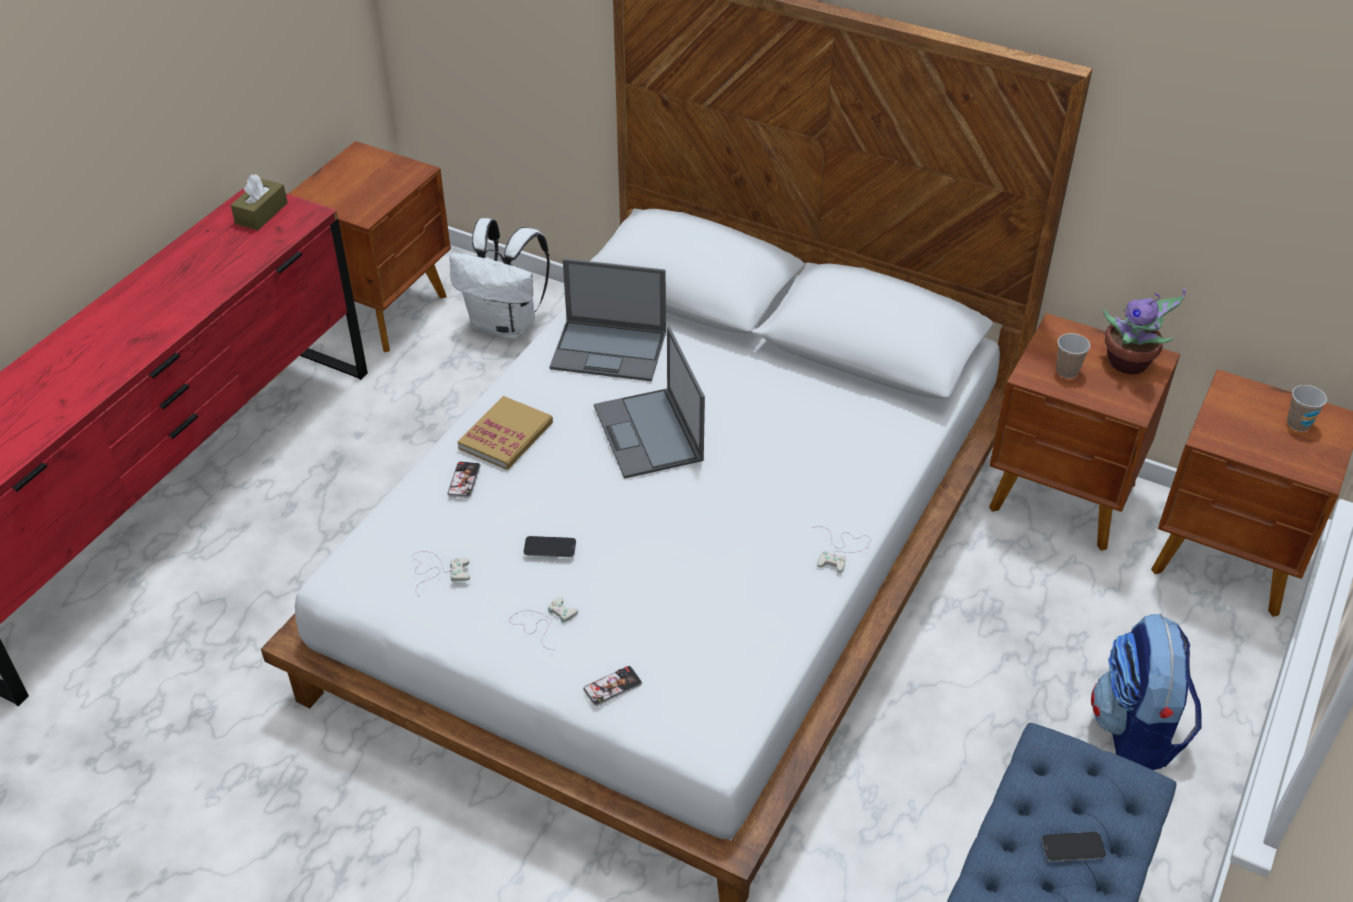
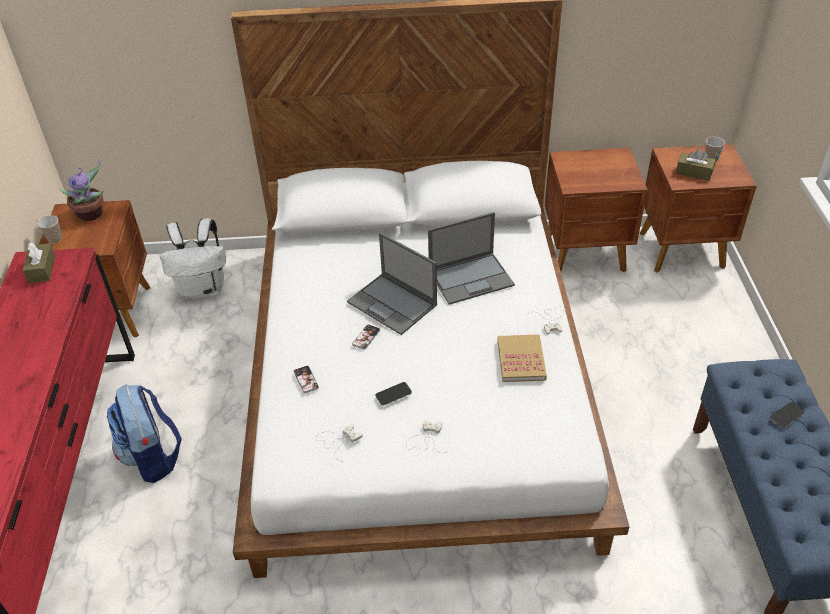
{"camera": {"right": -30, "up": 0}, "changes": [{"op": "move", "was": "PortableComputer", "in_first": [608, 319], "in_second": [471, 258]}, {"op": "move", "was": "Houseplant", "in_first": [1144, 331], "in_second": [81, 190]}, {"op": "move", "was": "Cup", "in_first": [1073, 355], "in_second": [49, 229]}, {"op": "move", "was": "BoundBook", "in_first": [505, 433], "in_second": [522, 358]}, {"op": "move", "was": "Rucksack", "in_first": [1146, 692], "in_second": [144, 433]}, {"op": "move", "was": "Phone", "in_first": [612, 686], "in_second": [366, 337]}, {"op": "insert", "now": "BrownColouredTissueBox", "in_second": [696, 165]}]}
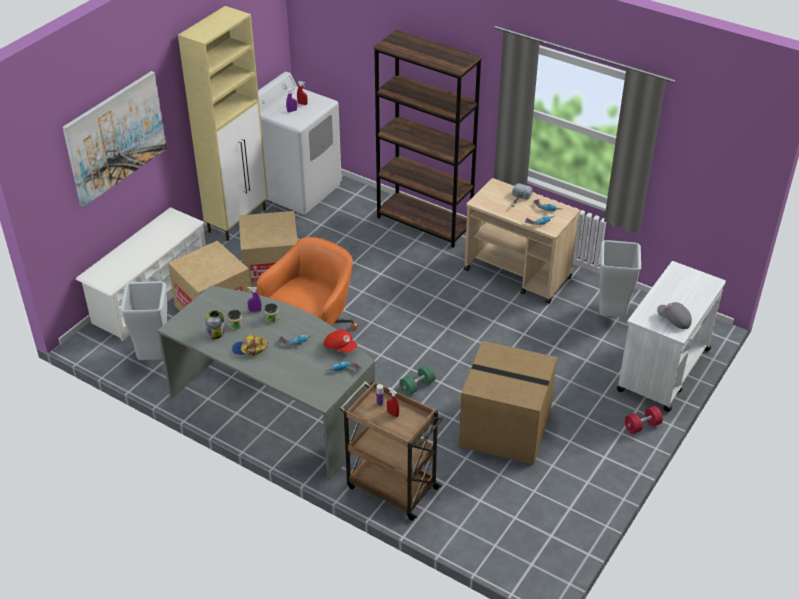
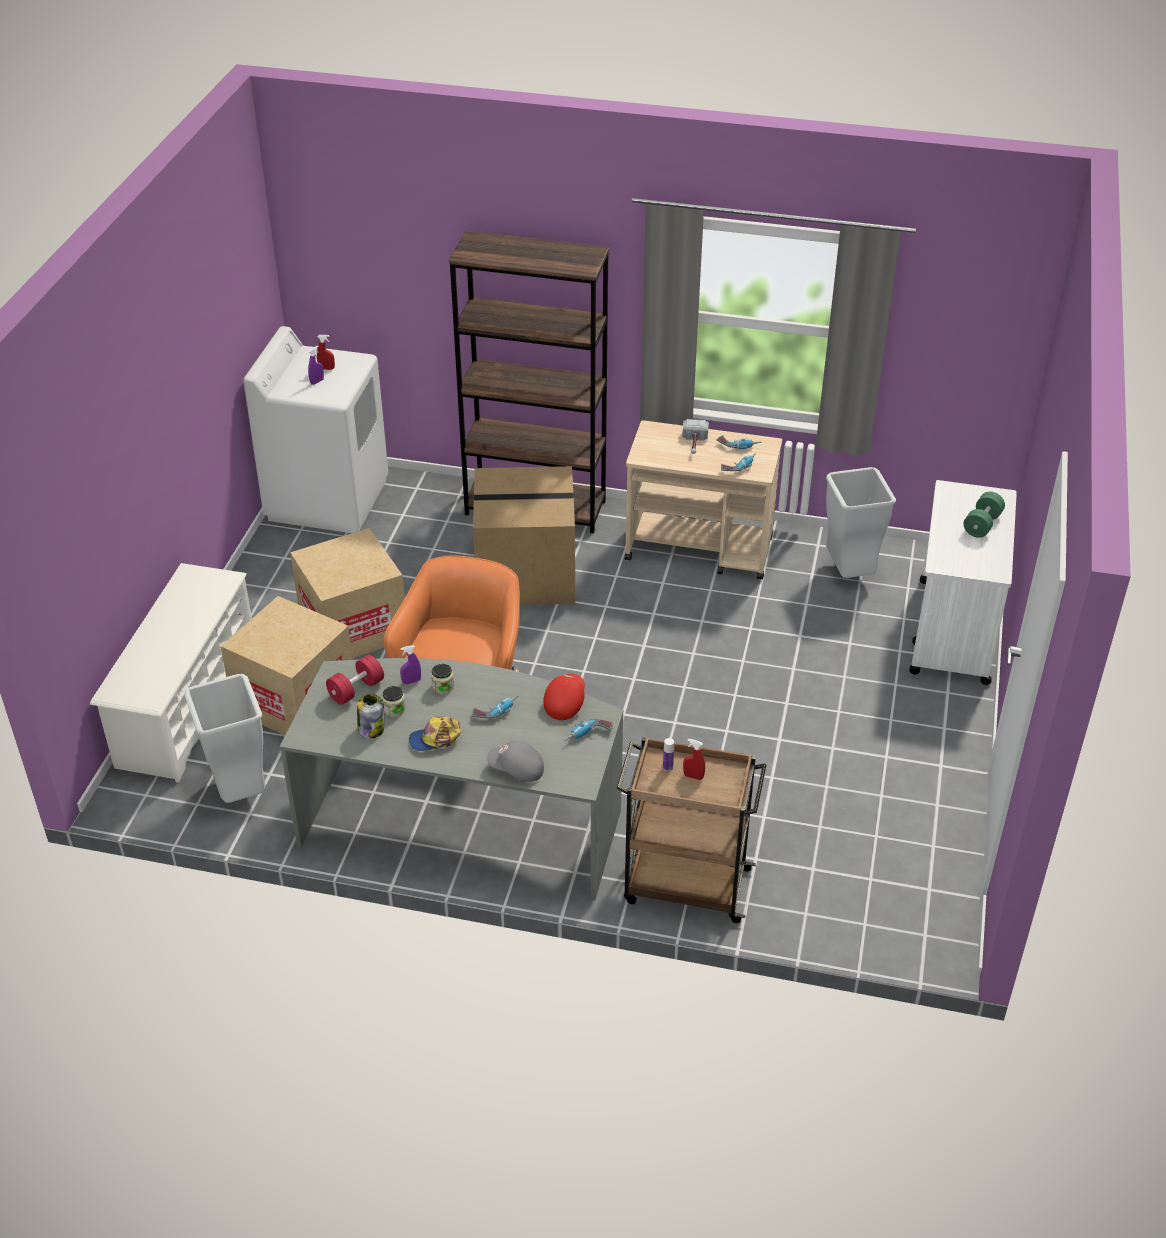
{"camera": {"right": -20, "up": 0}, "changes": [{"op": "delete", "was": "BeigeColouredStorageCabinet", "in_first": [223, 123]}, {"op": "delete", "was": "WallPicture", "in_first": [115, 139]}, {"op": "move", "was": "GrayPeakedCap", "in_first": [674, 315], "in_second": [515, 761]}, {"op": "rotate", "was": "RedColouredPeakedCap", "in_first": [340, 341], "in_second": [564, 697], "clockwise": -90}, {"op": "move", "was": "Carton", "in_first": [508, 403], "in_second": [524, 535]}, {"op": "move", "was": "GreenColouredHandWeight", "in_first": [417, 380], "in_second": [984, 515]}, {"op": "move", "was": "RedColouredHandWeight", "in_first": [643, 420], "in_second": [355, 680]}]}
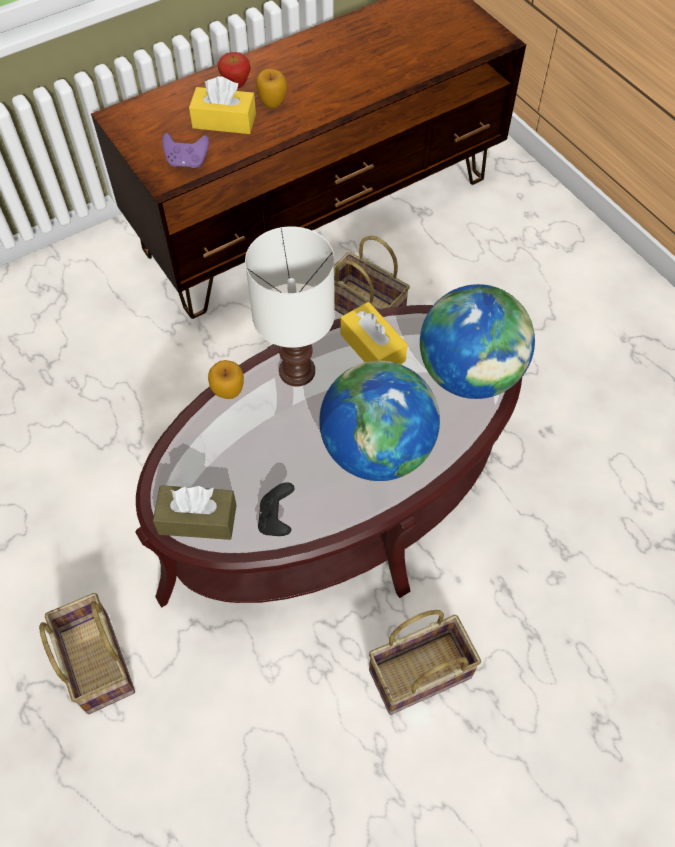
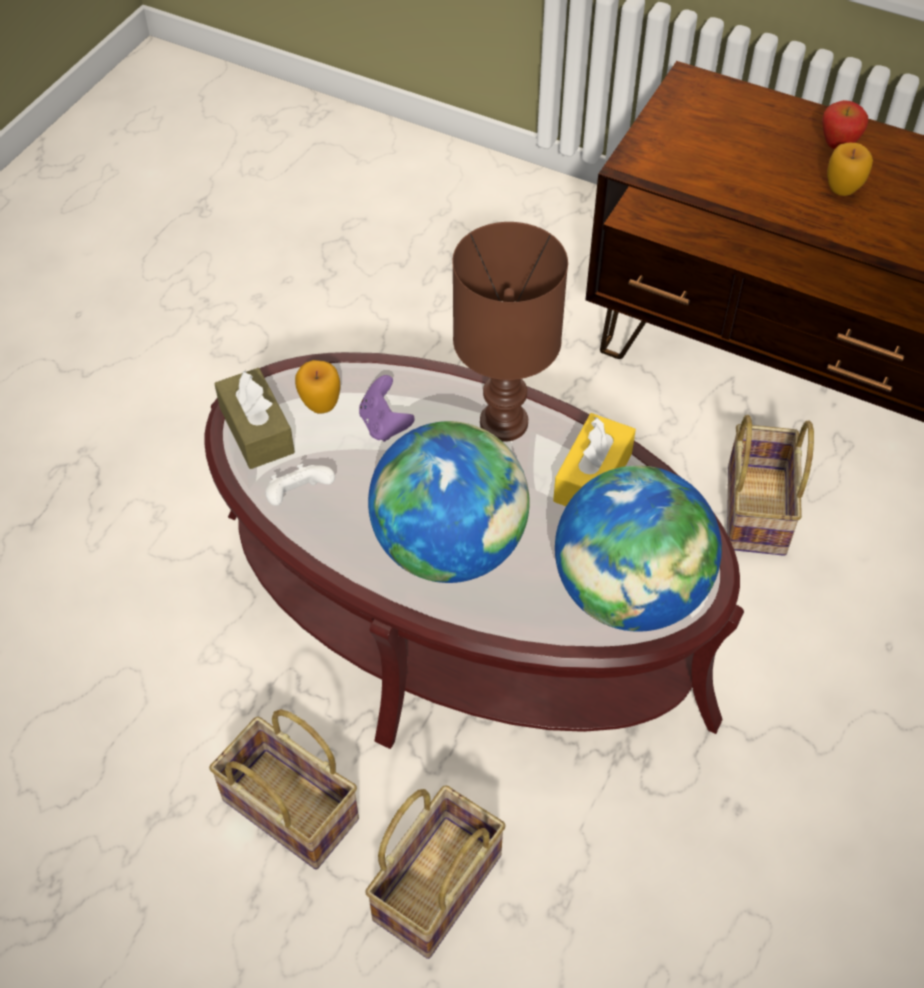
{"camera": {"right": 60, "up": -5}, "changes": [{"op": "delete", "was": "YellowishTissueBox", "in_first": [222, 105]}, {"op": "move", "was": "PurplishJoypad", "in_first": [185, 150], "in_second": [387, 408]}, {"op": "recolor", "was": "WhiteTabletopLamp", "now": "BrownColouredTabletopLamp", "in_first": [290, 306], "in_second": [510, 332]}, {"op": "move", "was": "WholeApple", "in_first": [226, 379], "in_second": [317, 387]}, {"op": "recolor", "was": "BlackJoypad", "now": "WhiteJoypad", "in_first": [276, 509], "in_second": [300, 485]}, {"op": "move", "was": "StorageBasket", "in_first": [87, 653], "in_second": [435, 872]}]}
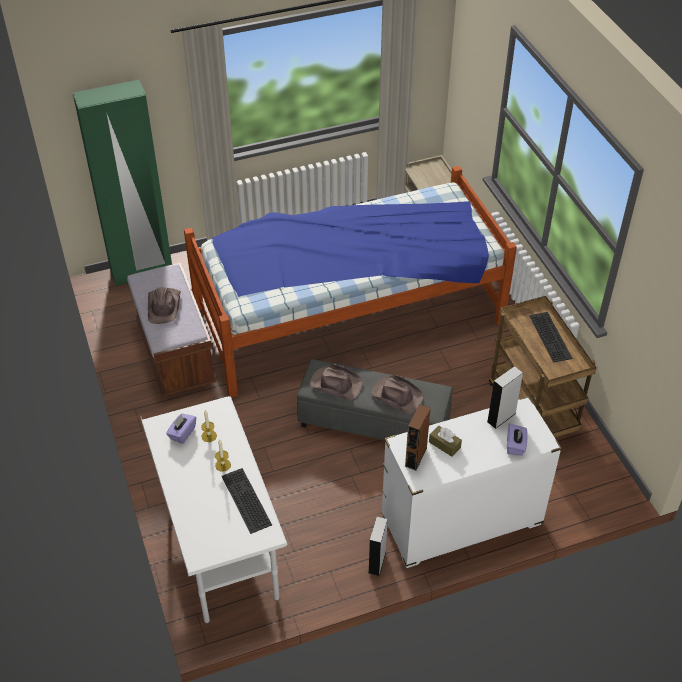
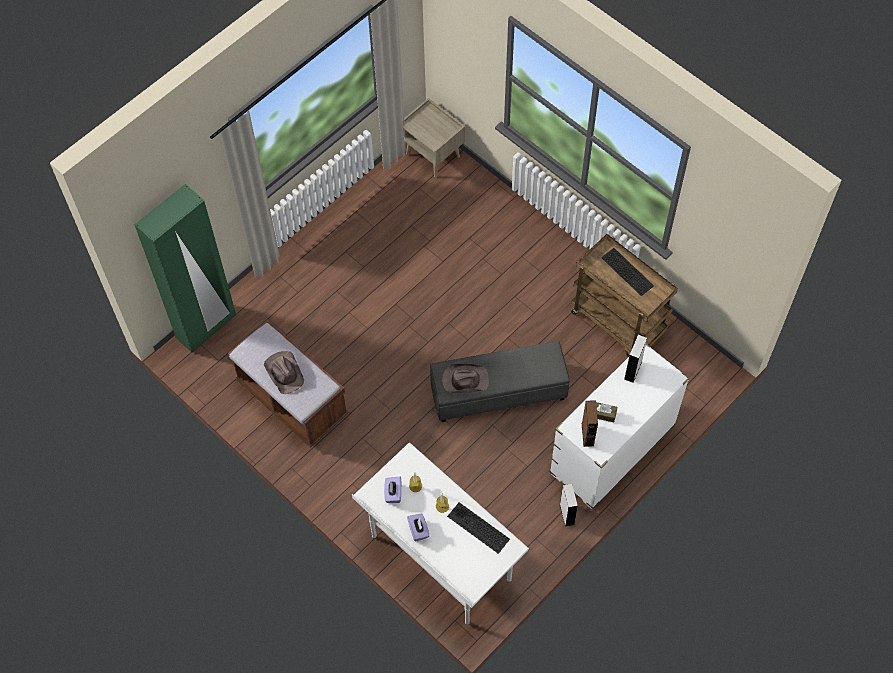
{"camera": {"right": -25, "up": 15}, "changes": [{"op": "delete", "was": "Bed", "in_first": [350, 282]}, {"op": "delete", "was": "BrownColouredHat", "in_first": [397, 394]}, {"op": "move", "was": "PurplishTissueBox", "in_first": [517, 439], "in_second": [418, 527]}]}
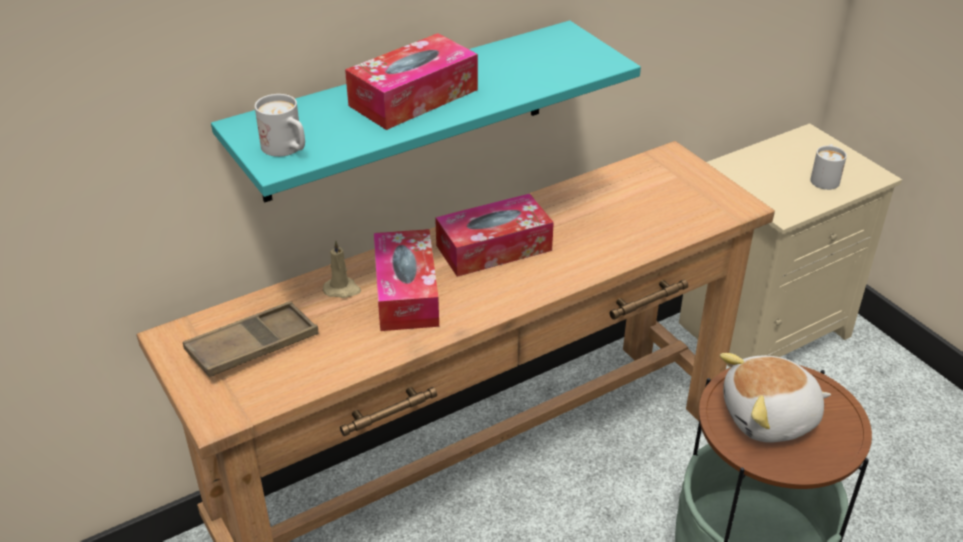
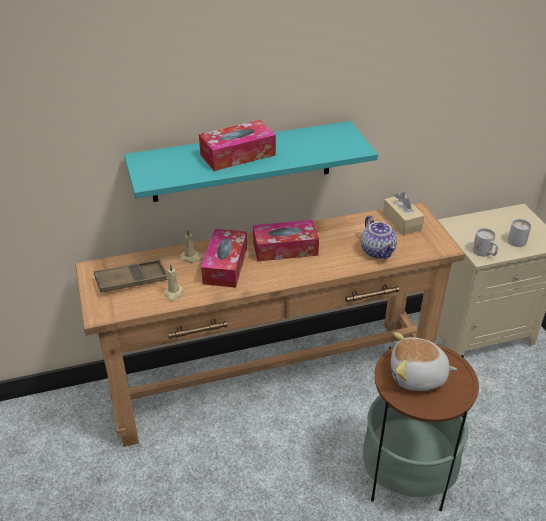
{"camera": {"right": 15, "up": 0}, "changes": [{"op": "move", "was": "WhiteTeaMug", "in_first": [280, 125], "in_second": [485, 242]}, {"op": "insert", "now": "BeigeColouredTissueBox", "in_second": [403, 213]}, {"op": "insert", "now": "PotForTea", "in_second": [379, 237]}, {"op": "insert", "now": "BeigeColouredCandle", "in_second": [174, 282]}]}
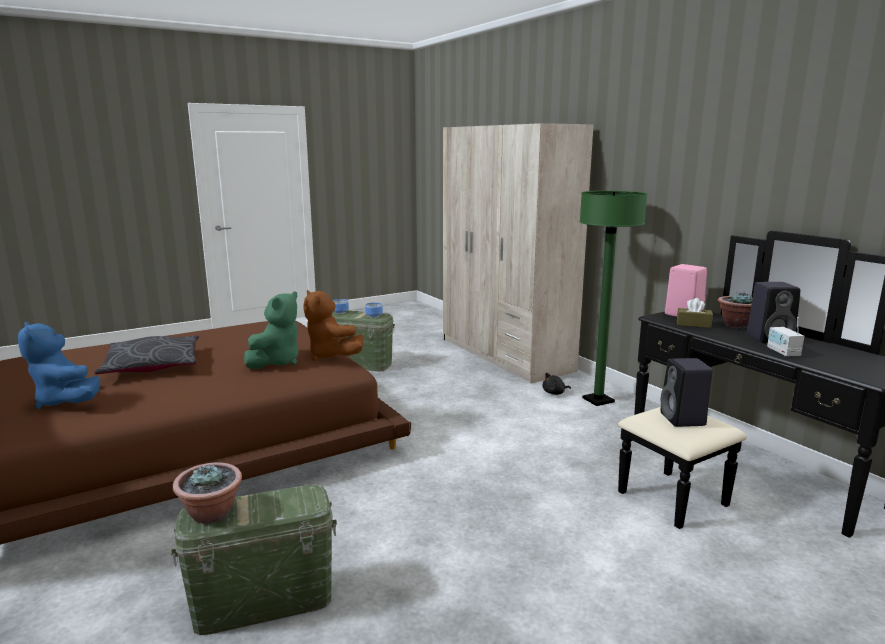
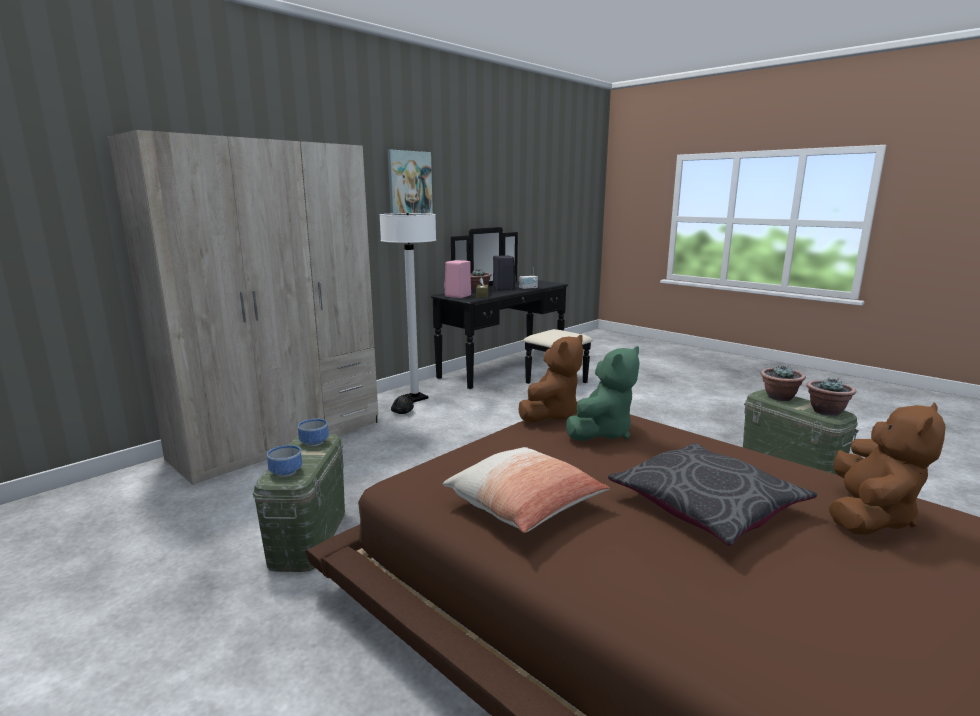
{"camera": {"right": -105, "up": 0}, "changes": [{"op": "recolor", "was": "GreenColouredStandardLamp", "now": "WhiteStandardLamp", "in_first": [613, 298], "in_second": [407, 308]}, {"op": "rotate", "was": "GreenColouredCuddlyToy", "in_first": [271, 330], "in_second": [602, 393], "clockwise": 120}, {"op": "recolor", "was": "BluishCuddlyToy", "now": "BrownColouredCuddlyToy", "in_first": [59, 365], "in_second": [887, 468]}, {"op": "delete", "was": "BlackAudioSpeaker", "in_first": [687, 392]}, {"op": "insert", "now": "WallPicture", "in_second": [410, 181]}, {"op": "insert", "now": "Houseplant", "in_second": [783, 383]}, {"op": "insert", "now": "Cushion", "in_second": [526, 490]}]}
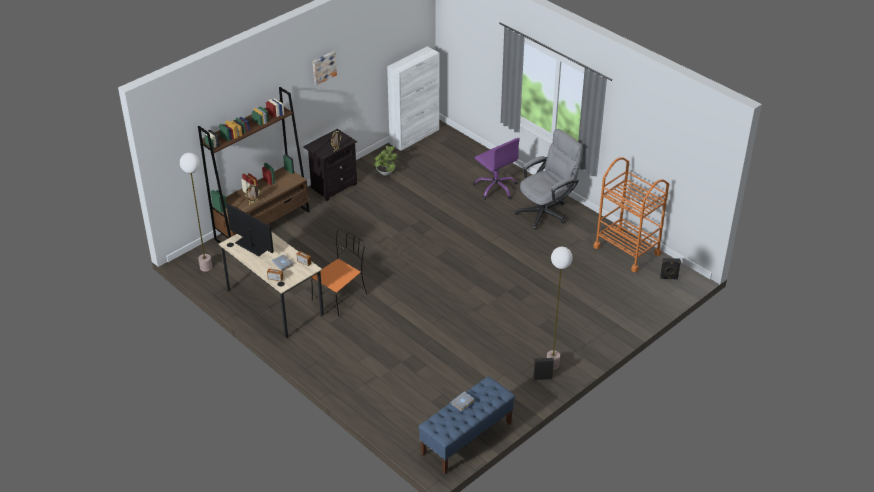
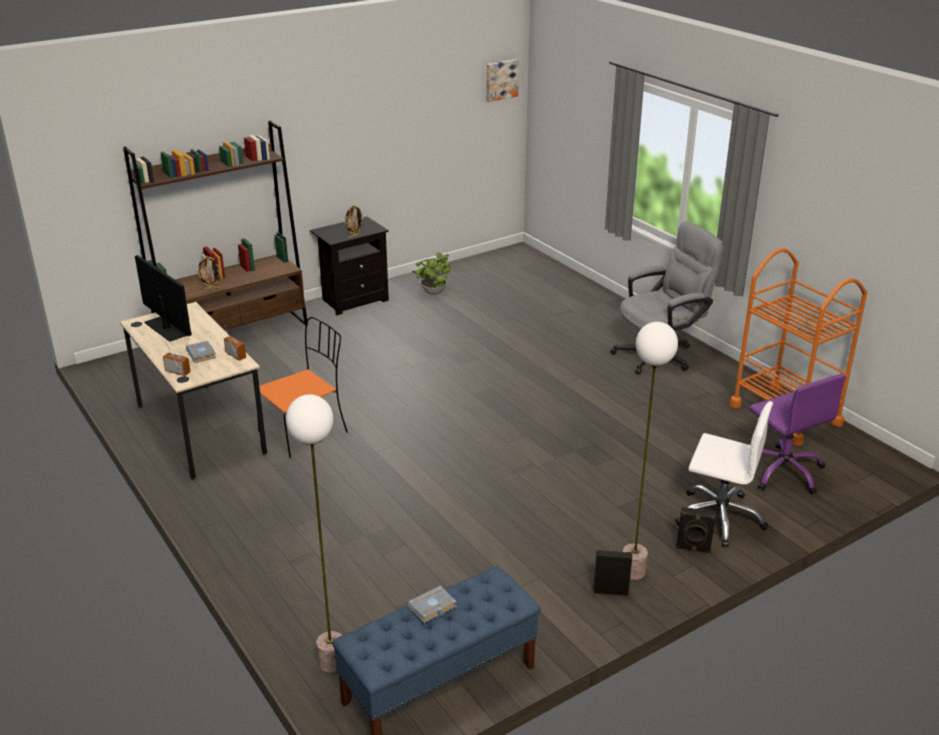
{"camera": {"right": 10, "up": -10}, "changes": [{"op": "delete", "was": "WhiteStorageCabinet", "in_first": [413, 98]}, {"op": "move", "was": "WallPicture", "in_first": [325, 68], "in_second": [502, 80]}, {"op": "move", "was": "PurplishOfficeChair", "in_first": [496, 169], "in_second": [797, 434]}, {"op": "move", "was": "StandardLamp", "in_first": [196, 212], "in_second": [314, 534]}, {"op": "move", "was": "BlackAudioSpeaker", "in_first": [670, 269], "in_second": [696, 530]}, {"op": "insert", "now": "WhiteOfficeChair", "in_second": [724, 474]}]}
